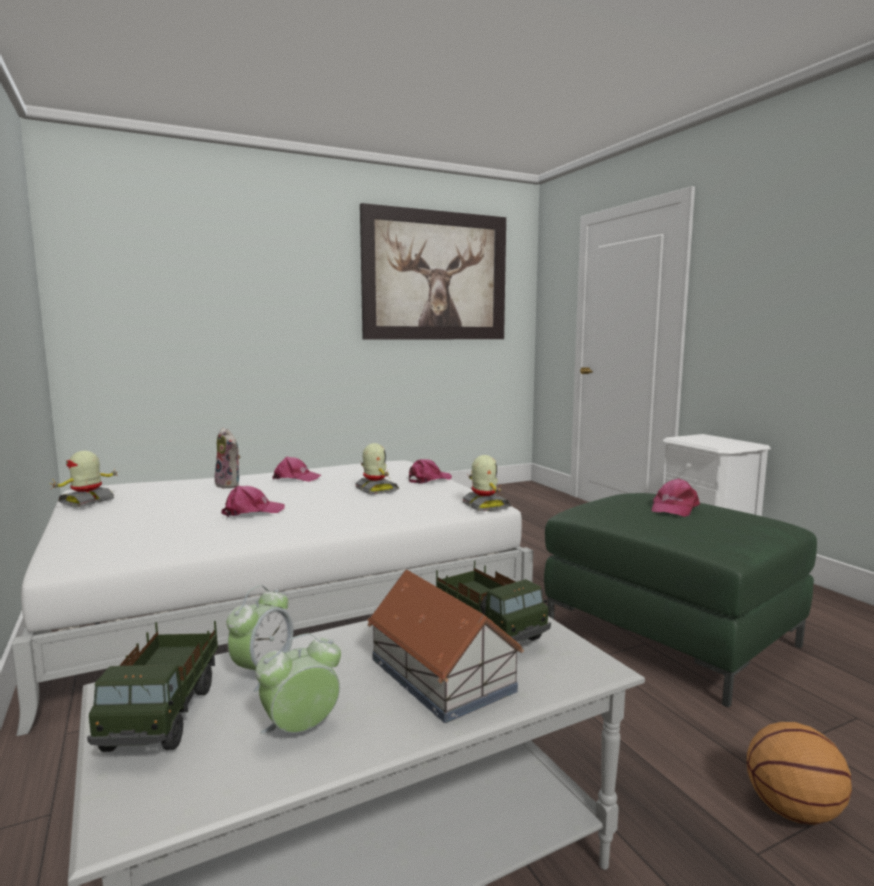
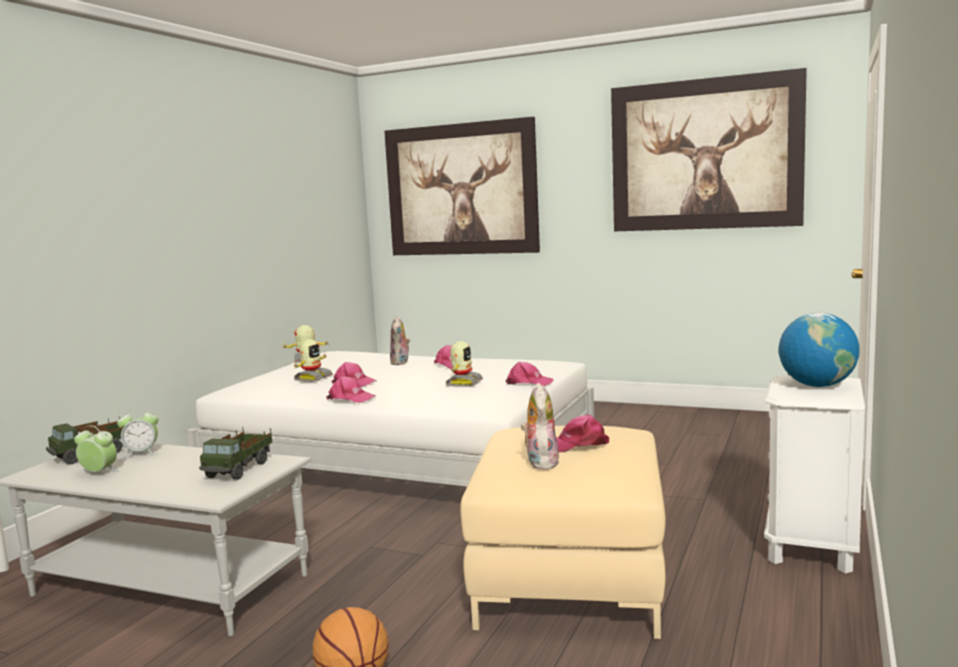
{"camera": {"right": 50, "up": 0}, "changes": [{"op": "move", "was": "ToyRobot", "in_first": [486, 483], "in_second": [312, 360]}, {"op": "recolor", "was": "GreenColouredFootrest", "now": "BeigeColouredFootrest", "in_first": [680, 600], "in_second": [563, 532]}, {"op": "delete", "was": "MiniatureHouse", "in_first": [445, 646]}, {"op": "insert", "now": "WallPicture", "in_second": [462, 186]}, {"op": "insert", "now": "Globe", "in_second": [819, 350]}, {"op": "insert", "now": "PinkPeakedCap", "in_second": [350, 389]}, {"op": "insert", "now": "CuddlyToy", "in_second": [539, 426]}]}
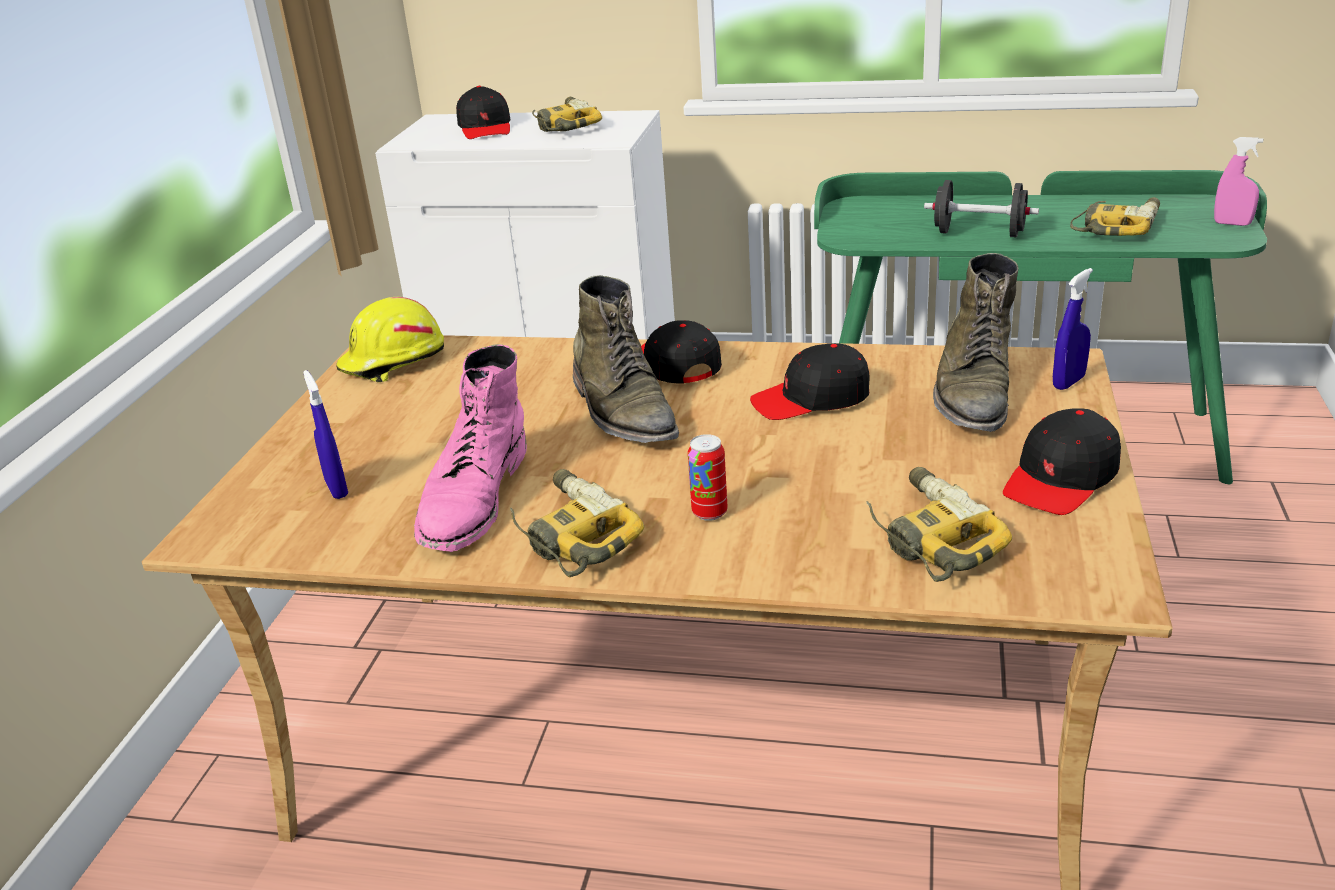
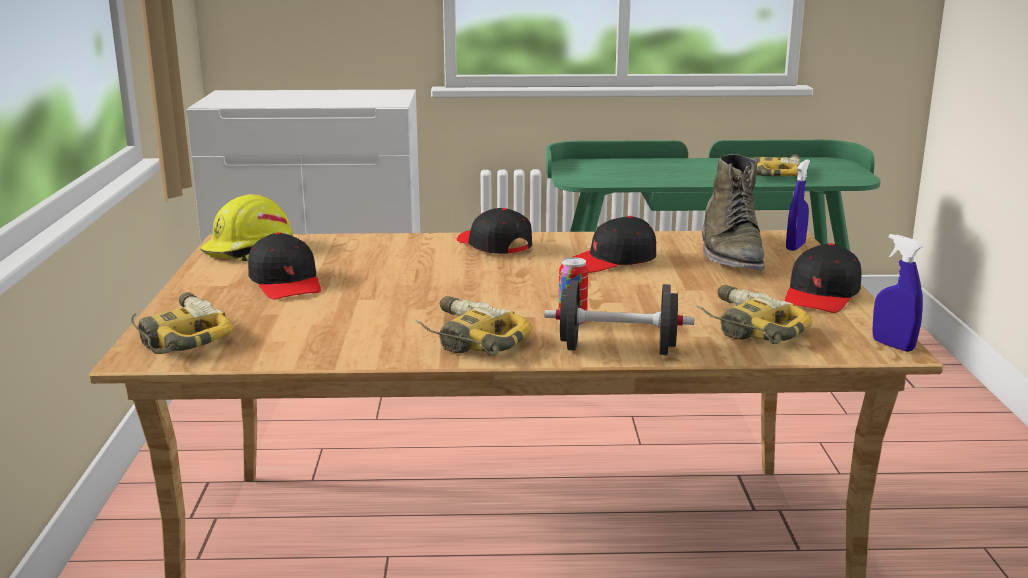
{"camera": {"right": -15, "up": -10}, "changes": [{"op": "move", "was": "BlackPeakedCap", "in_first": [483, 112], "in_second": [284, 265]}, {"op": "move", "was": "ElectricDrill", "in_first": [567, 114], "in_second": [182, 323]}, {"op": "delete", "was": "PinkHandSprayer", "in_first": [1239, 181]}, {"op": "move", "was": "BlackHandWeight", "in_first": [981, 208], "in_second": [619, 317]}, {"op": "delete", "was": "GreenColouredHighTopBoot", "in_first": [626, 359]}, {"op": "delete", "was": "PinkHighTopBoot", "in_first": [470, 448]}, {"op": "move", "was": "BluishHandSprayer", "in_first": [325, 434], "in_second": [897, 293]}]}
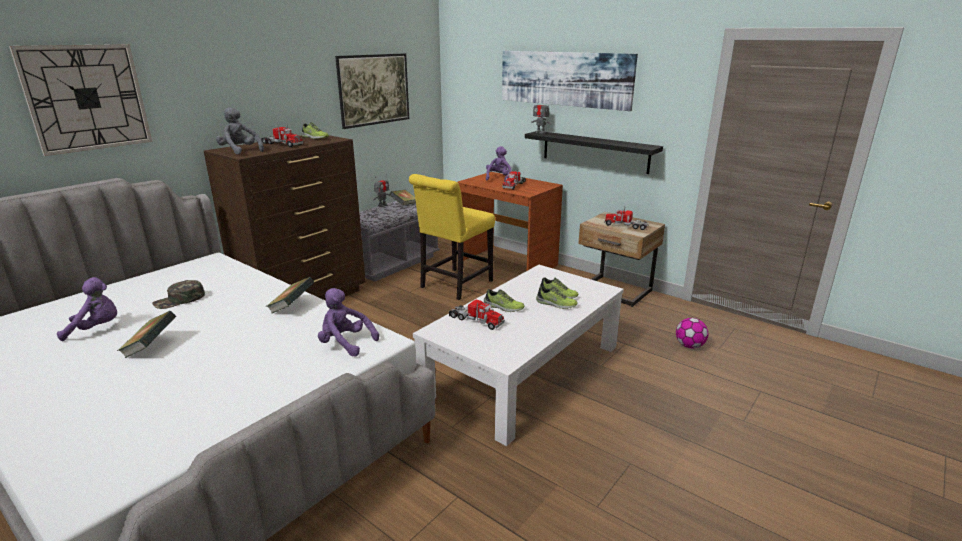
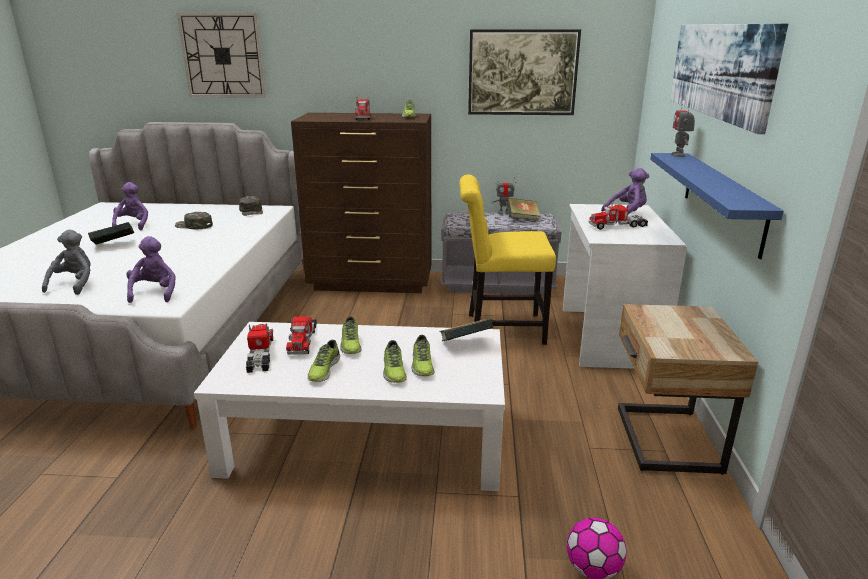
{"camera": {"right": 55, "up": 0}, "changes": [{"op": "move", "was": "GrayCuddlyToy", "in_first": [240, 131], "in_second": [66, 262]}, {"op": "recolor", "was": "BlackBracketShelf", "now": "BluishBracketShelf", "in_first": [594, 152], "in_second": [717, 206]}, {"op": "recolor", "was": "BrownColouredDesk", "now": "WhiteDesk", "in_first": [510, 221], "in_second": [625, 286]}, {"op": "move", "was": "ToyTruck", "in_first": [626, 219], "in_second": [259, 348]}, {"op": "rotate", "was": "PurplishCuddlyToy", "in_first": [87, 309], "in_second": [130, 206], "clockwise": -135}, {"op": "move", "was": "BoundBook", "in_first": [290, 295], "in_second": [466, 330]}, {"op": "insert", "now": "GreenColouredPeakedCap", "in_second": [251, 206]}, {"op": "insert", "now": "ItemOfFootwear", "in_second": [324, 361]}]}
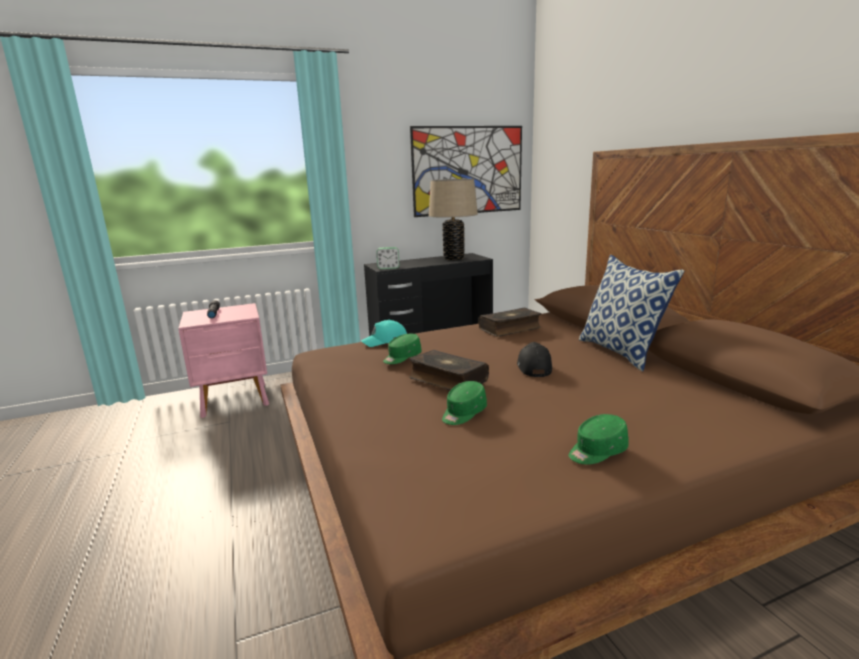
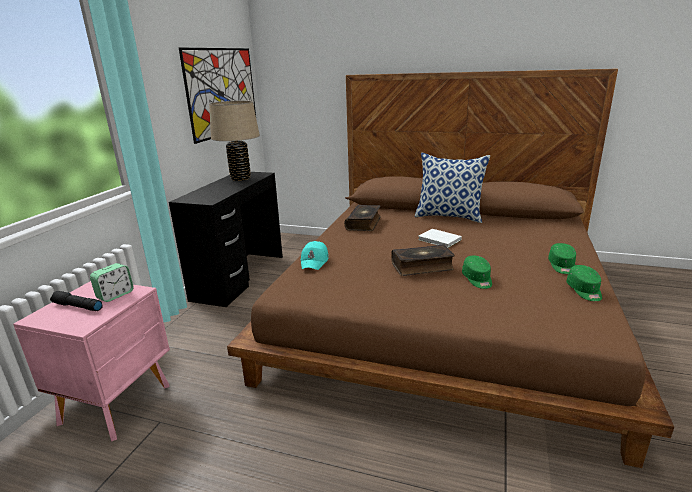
{"camera": {"right": -50, "up": 5}, "changes": [{"op": "move", "was": "BedsideClock", "in_first": [388, 258], "in_second": [112, 282]}, {"op": "move", "was": "GreenColouredPeakedCap", "in_first": [402, 349], "in_second": [584, 283]}, {"op": "replace", "was": "BlackPeakedCap", "now": "WhiteBoundBook", "in_first": [534, 359], "in_second": [440, 238]}]}
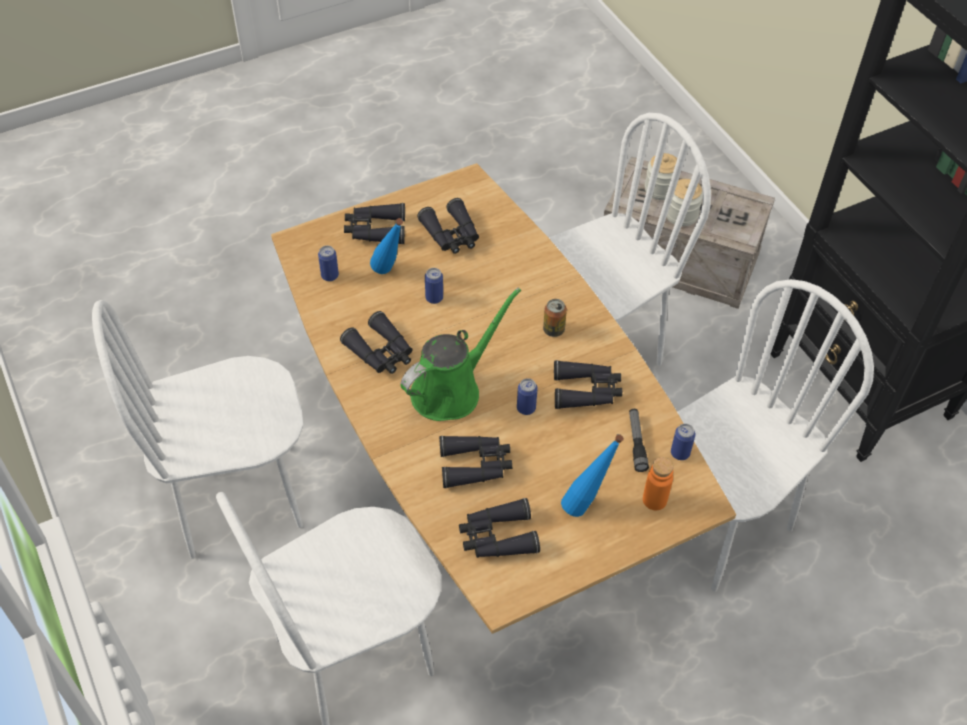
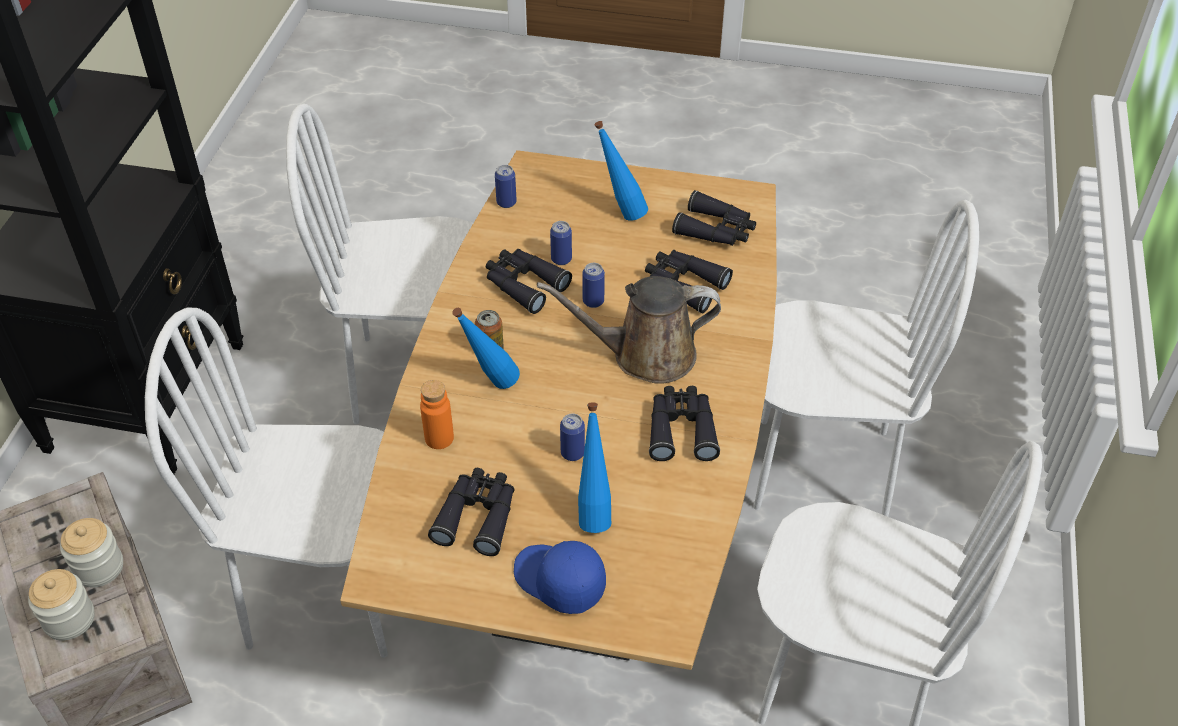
{"camera": {"right": -140, "up": -5}, "changes": [{"op": "replace", "was": "BlackFieldGlasses", "now": "BluishPeakedCap", "in_first": [374, 223], "in_second": [560, 577]}, {"op": "move", "was": "Can", "in_first": [328, 263], "in_second": [561, 243]}, {"op": "recolor", "was": "GreenColouredWateringPot", "now": "BrownColouredWateringPot", "in_first": [460, 354], "in_second": [629, 330]}, {"op": "delete", "was": "HandTorch", "in_first": [639, 440]}, {"op": "move", "was": "OrangeyBeverageBottle", "in_first": [658, 483], "in_second": [437, 414]}, {"op": "insert", "now": "BluishBeverageBottle", "in_second": [486, 348]}]}
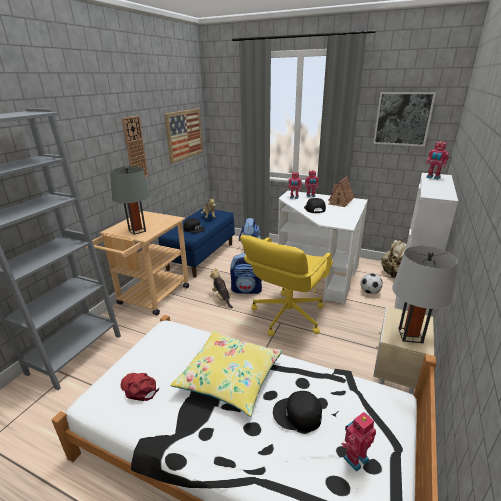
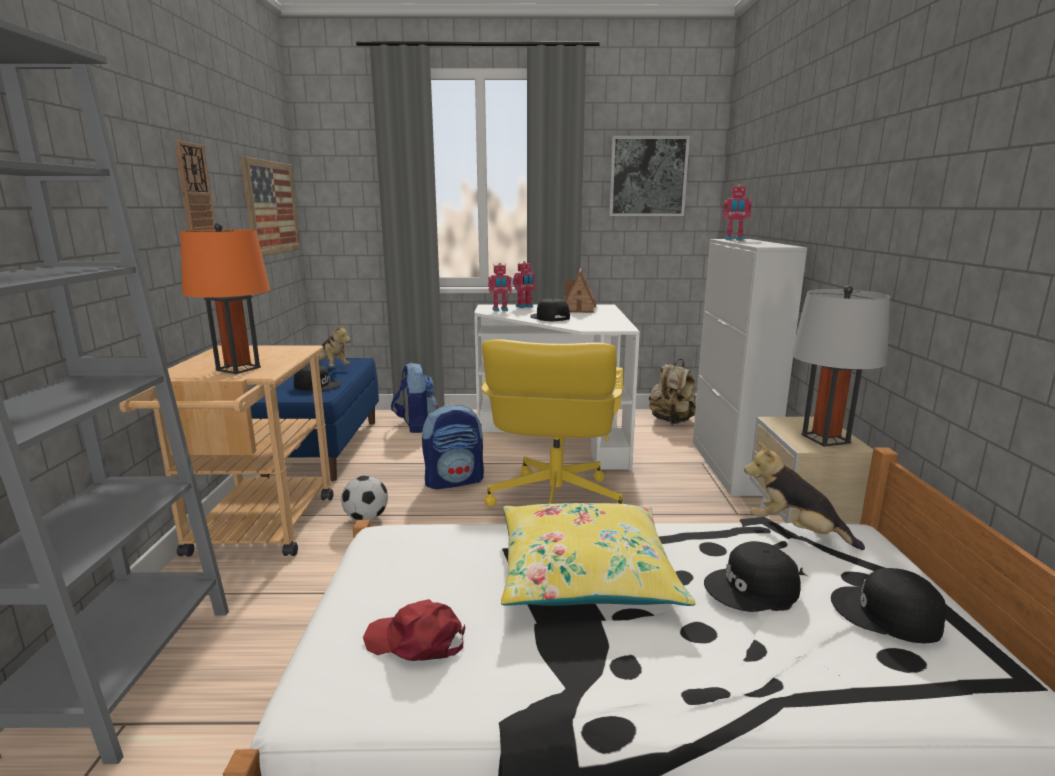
{"camera": {"right": -25, "up": -10}, "changes": [{"op": "recolor", "was": "GrayTabletopLamp", "now": "OrangeyTabletopLamp", "in_first": [130, 200], "in_second": [225, 298]}, {"op": "move", "was": "CuddlyToy", "in_first": [221, 288], "in_second": [804, 496]}, {"op": "move", "was": "BallForFootball", "in_first": [371, 283], "in_second": [364, 497]}, {"op": "replace", "was": "ToyRobot", "now": "BlackPeakedCap", "in_first": [358, 442], "in_second": [889, 606]}]}
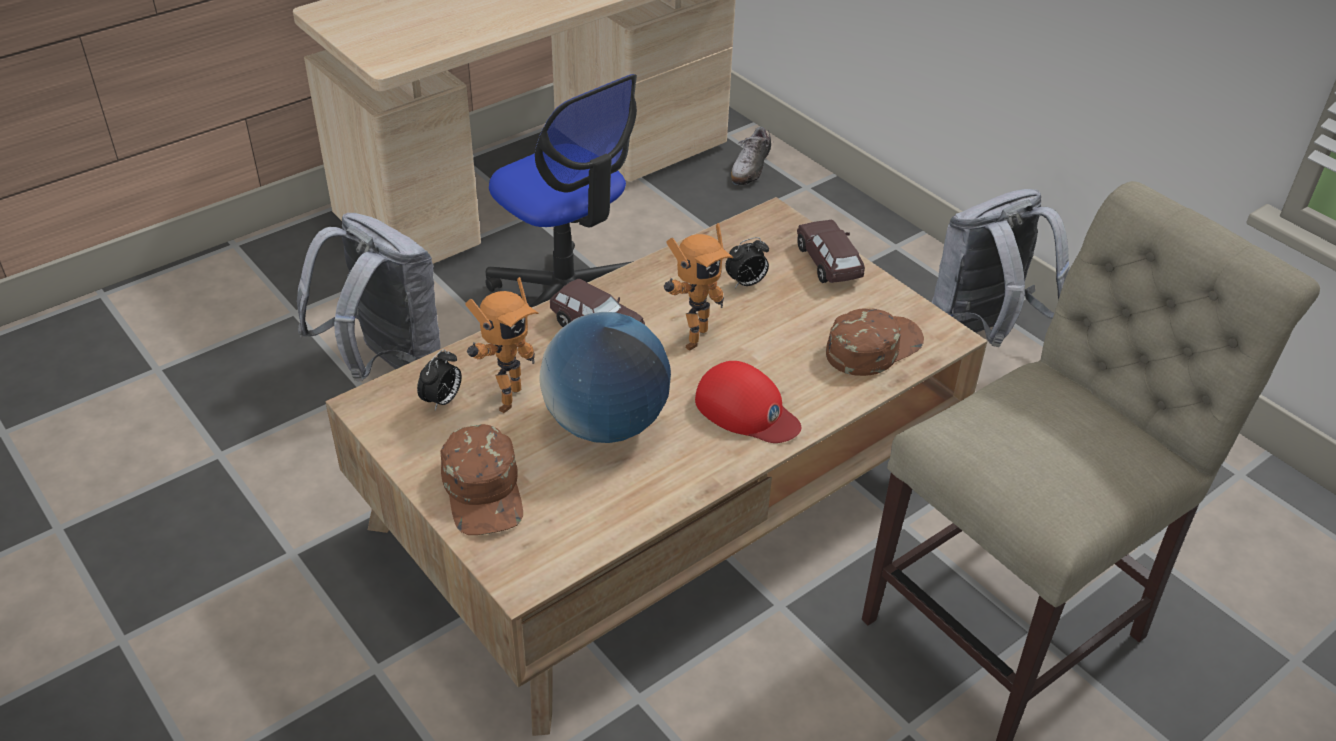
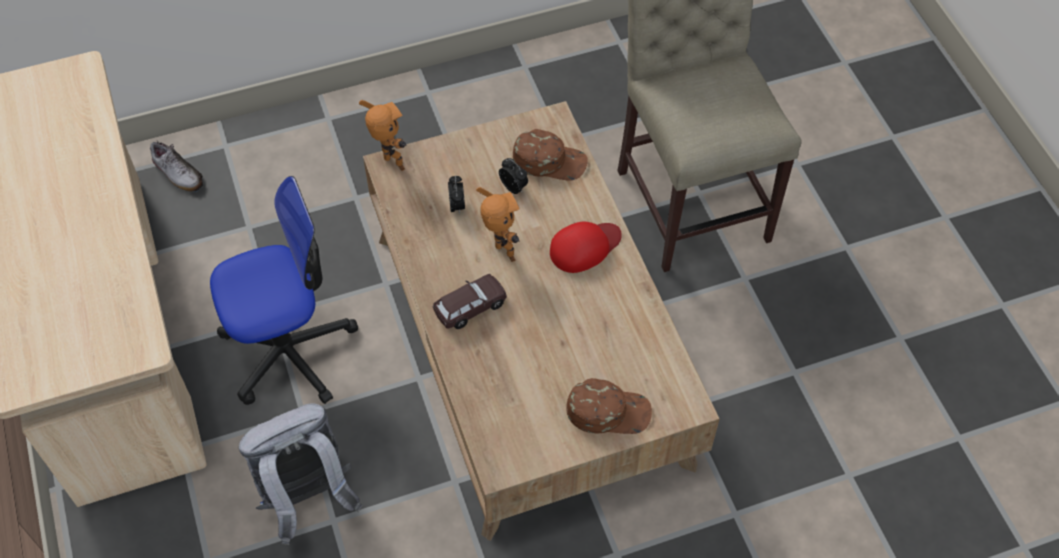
{"camera": {"right": -70, "up": 15}, "changes": [{"op": "delete", "was": "GrayRucksack", "in_first": [1000, 268]}, {"op": "delete", "was": "BrownColouredToyCar", "in_first": [831, 251]}, {"op": "move", "was": "ToyRobot", "in_first": [501, 345], "in_second": [383, 135]}, {"op": "rotate", "was": "BrownColouredPeakedCap", "in_first": [875, 342], "in_second": [550, 154], "clockwise": 120}, {"op": "delete", "was": "Globe", "in_first": [605, 377]}, {"op": "move", "was": "BedsideClock", "in_first": [439, 380], "in_second": [513, 176]}]}
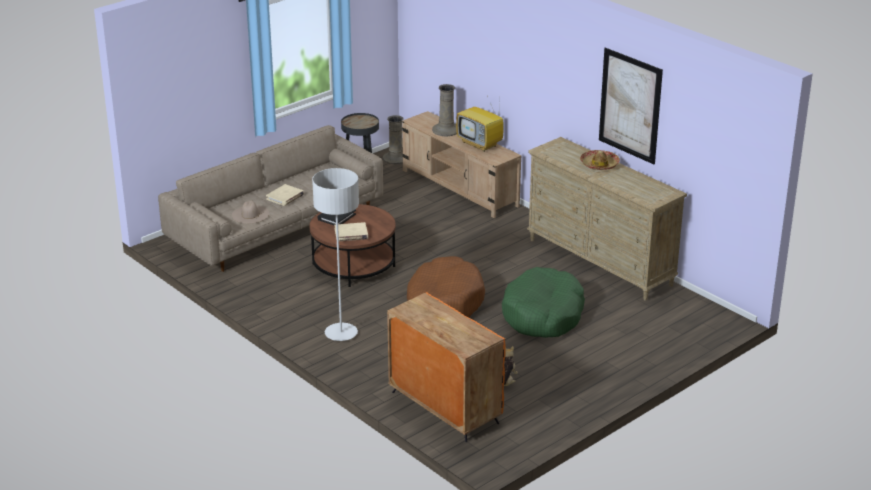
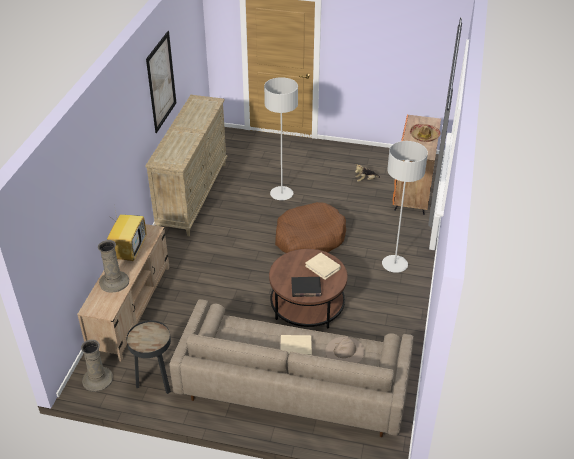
{"camera": {"right": -125, "up": 10}, "changes": [{"op": "move", "was": "Hat", "in_first": [600, 160], "in_second": [425, 133]}, {"op": "replace", "was": "GreenColouredPetBed", "now": "GrayStandardLamp", "in_first": [543, 302], "in_second": [281, 138]}]}
